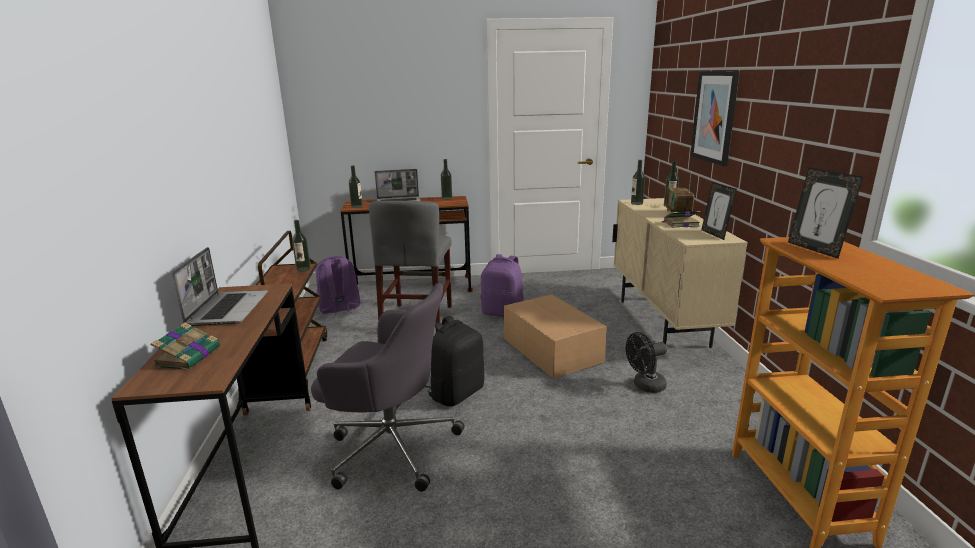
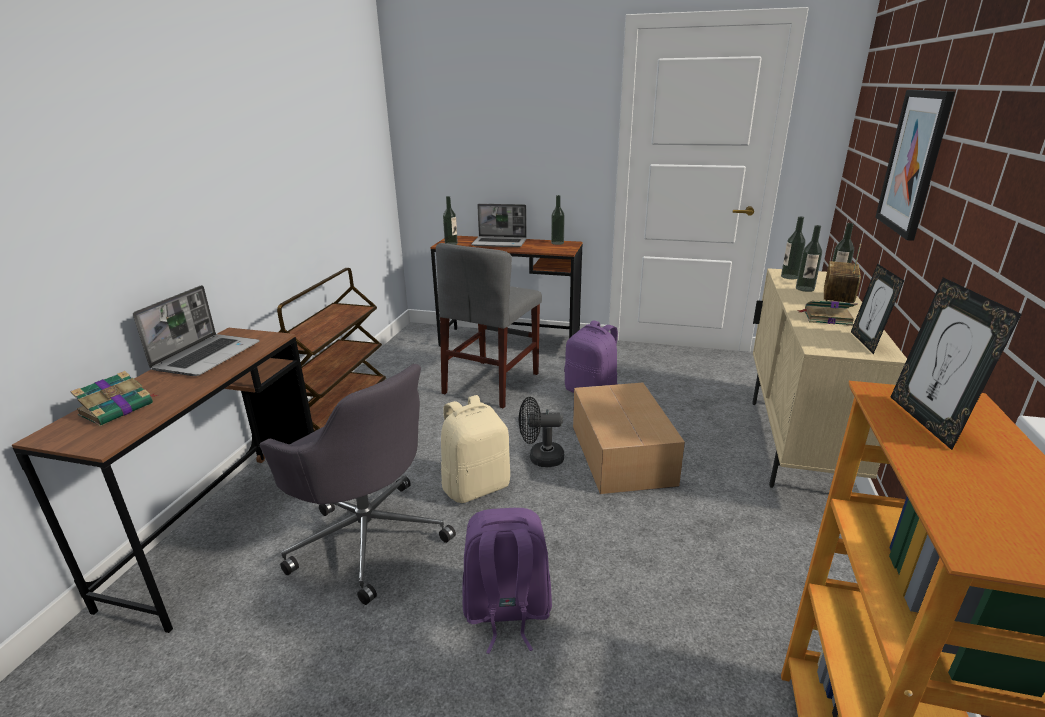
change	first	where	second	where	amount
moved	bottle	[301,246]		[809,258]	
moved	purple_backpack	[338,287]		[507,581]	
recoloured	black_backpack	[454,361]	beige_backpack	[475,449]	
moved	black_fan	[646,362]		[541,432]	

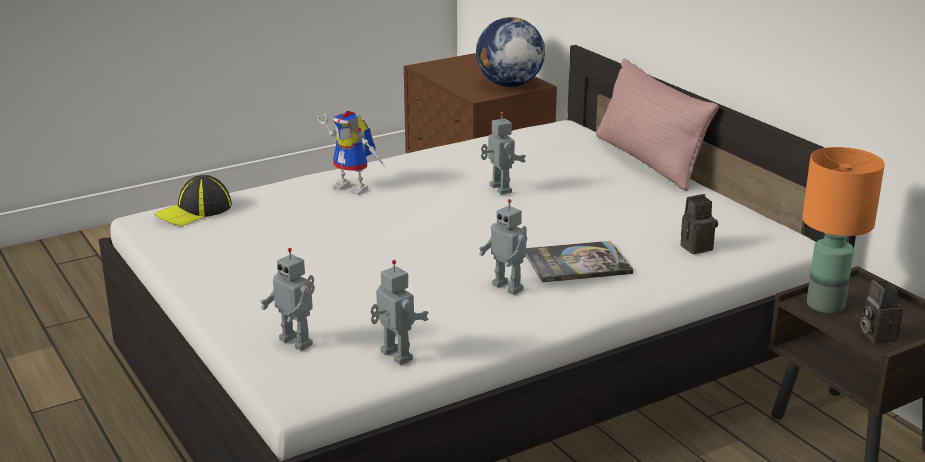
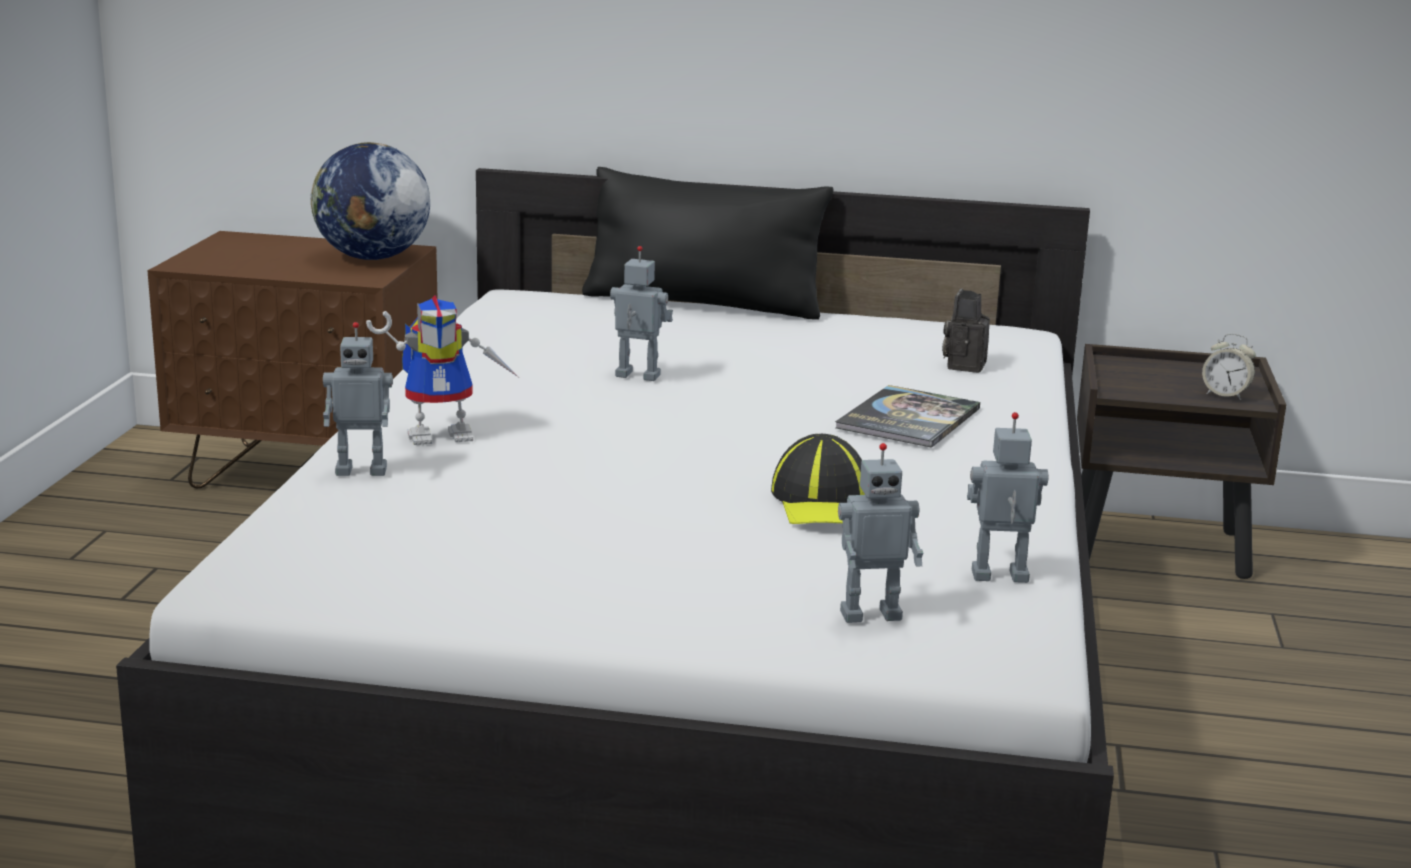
change	first	where	second	where	amount
recoloured	pink_pillow	[657,124]	black_pillow	[708,243]	
removed	orange_table_lamp	[843,230]			
moved	cap	[193,200]		[818,479]	
moved	toy_robot	[503,247]		[358,399]	
replaced	photo_camera	[882,312]	alarm_clock	[1229,367]	

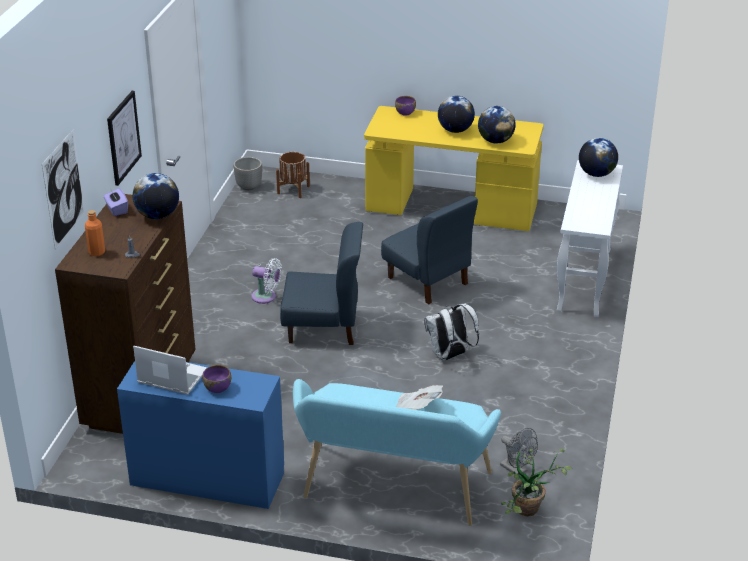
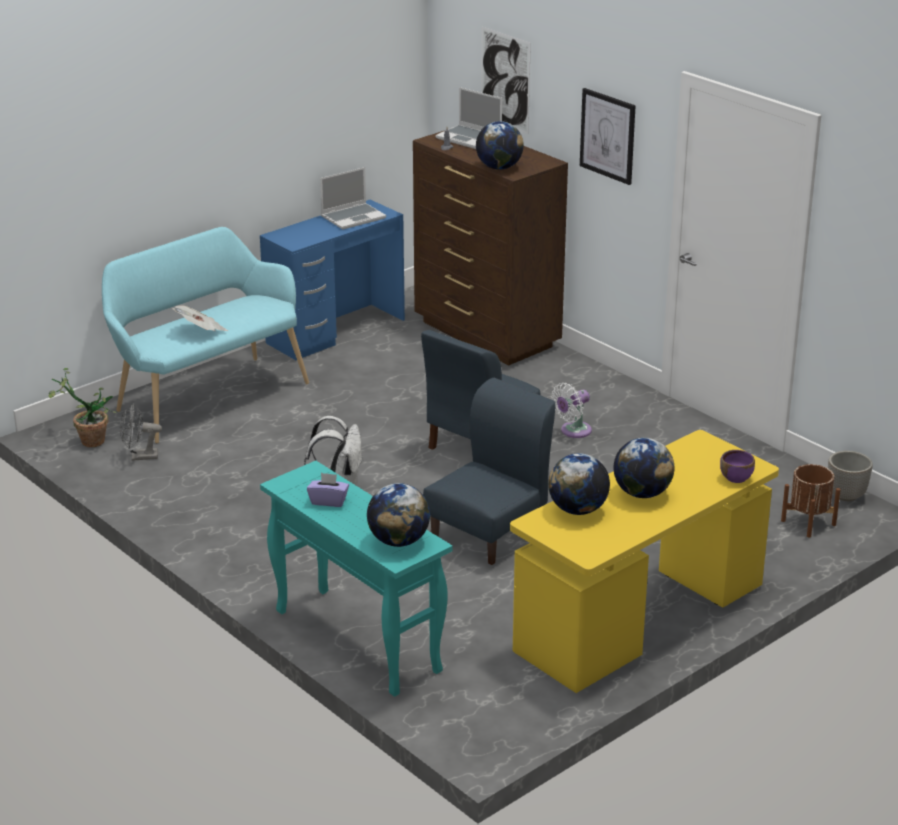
change	first	where	second	where	amount
recoloured	white_console_table	[590,238]	turquoise_console_table	[356,579]	
moved	purple_tissue_box	[116,202]		[328,490]	
turned	blue_chair	[429,250]		[489,471]	135 degrees clockwise
replaced	orange_bottle	[95,233]	laptop	[469,118]	
removed	purple_bowl	[216,379]			

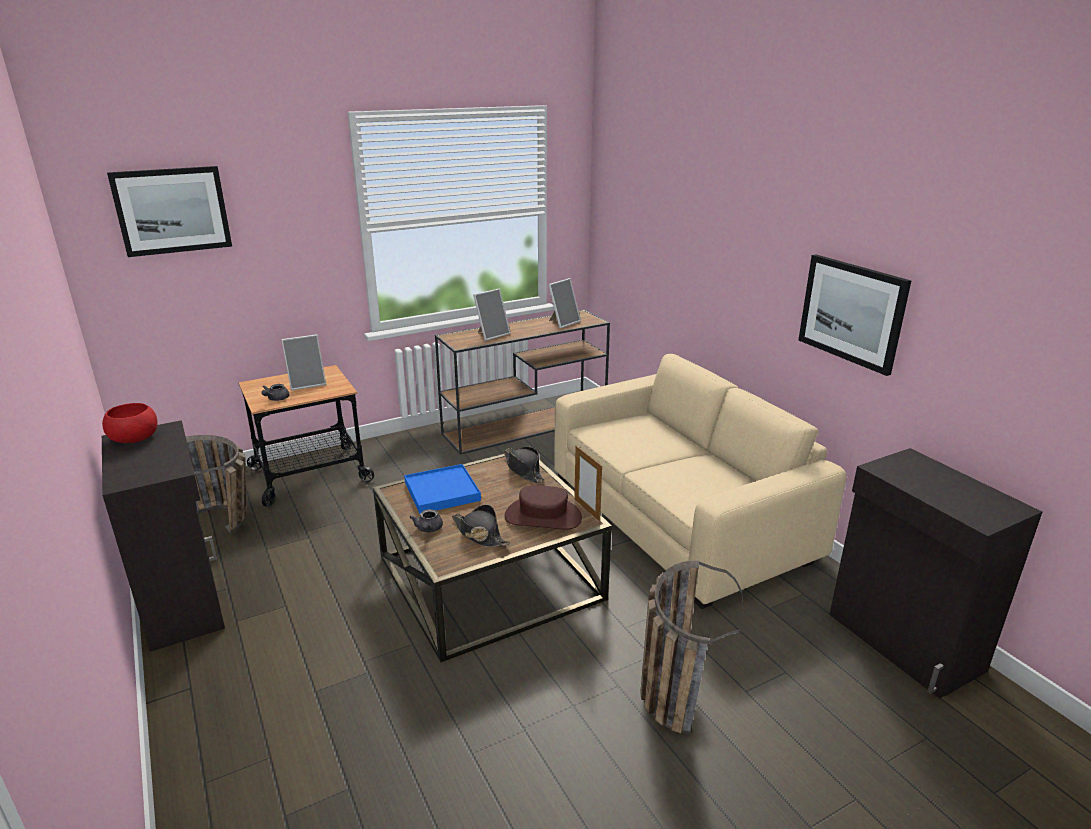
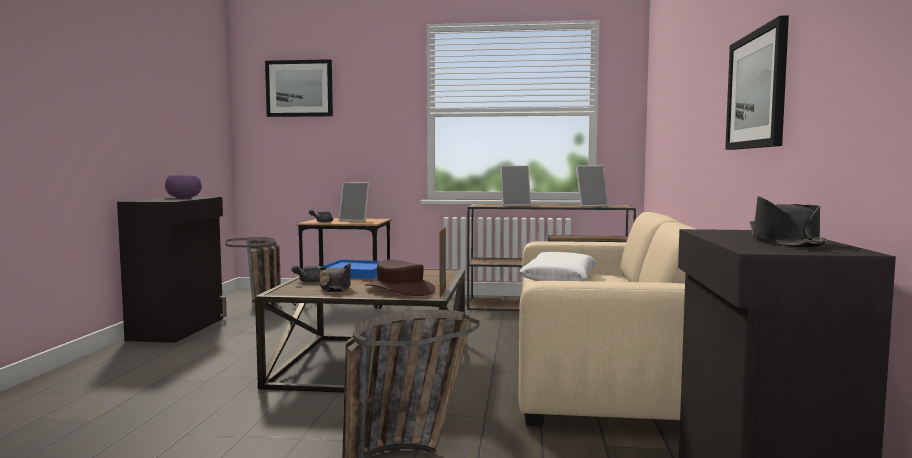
change	first	where	second	where	amount
recoloured	red_bowl	[129,423]	purple_bowl	[183,186]	
moved	black_hat	[523,464]		[788,221]	
added			white_pillow	[558,266]	

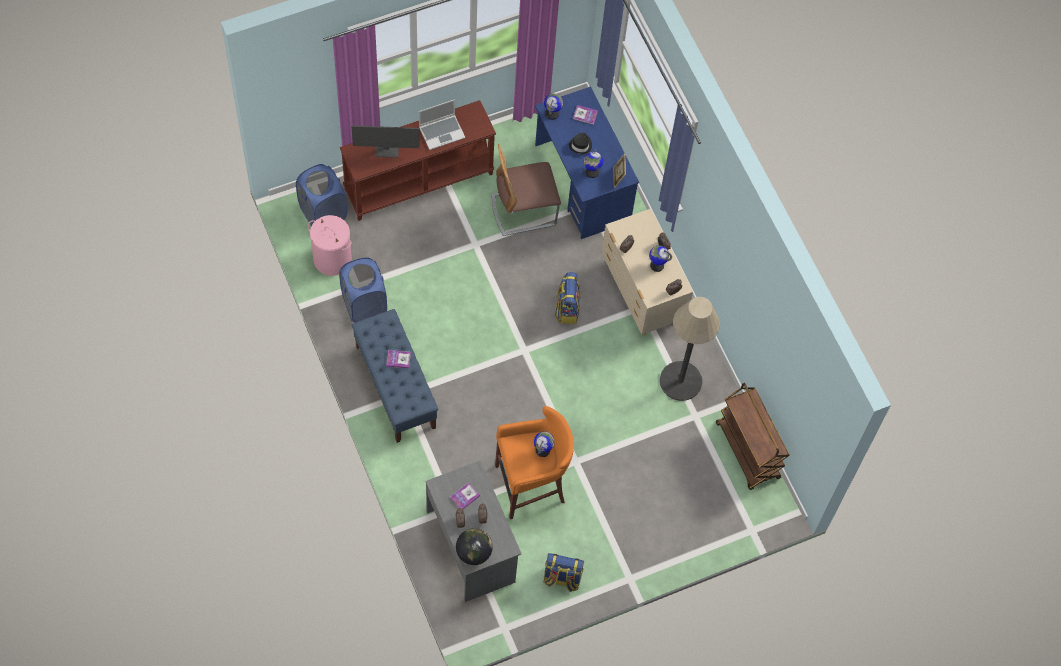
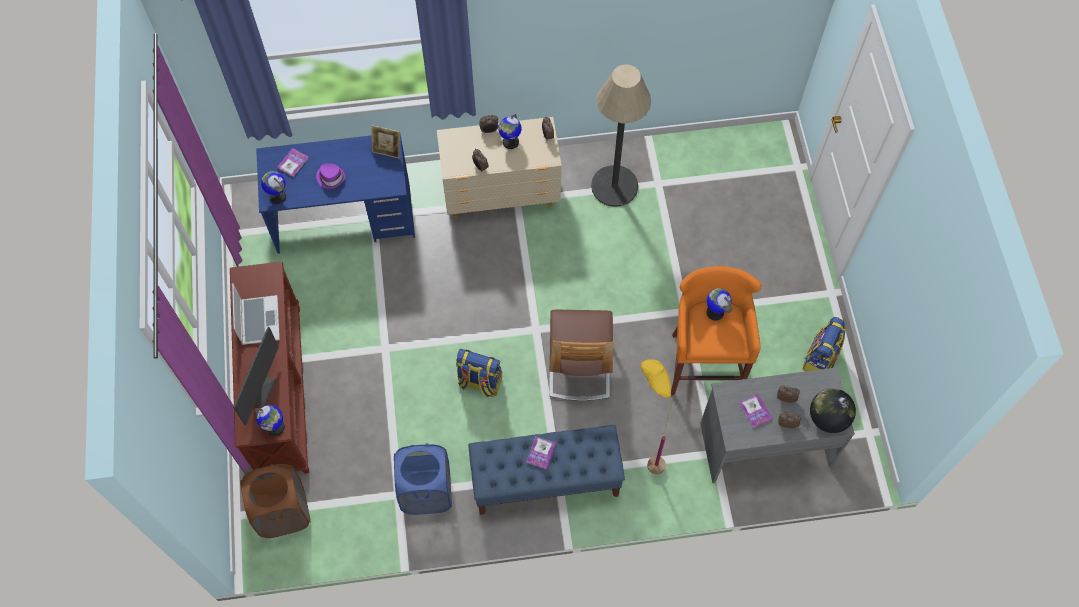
change	first	where	second	where	amount
recoloured	black_hat	[580,143]	purple_hat	[331,176]	
moved	chair	[526,190]		[581,355]	
moved	globe	[593,163]		[270,420]	
recoloured	blue_laundry_basket	[321,195]	brown_laundry_basket	[275,501]	
removed	pink_laundry_basket	[330,245]			
moved	backpack	[568,298]		[479,373]	
removed	brown_cart	[753,436]			
added			yellow_floor_lamp	[658,416]	

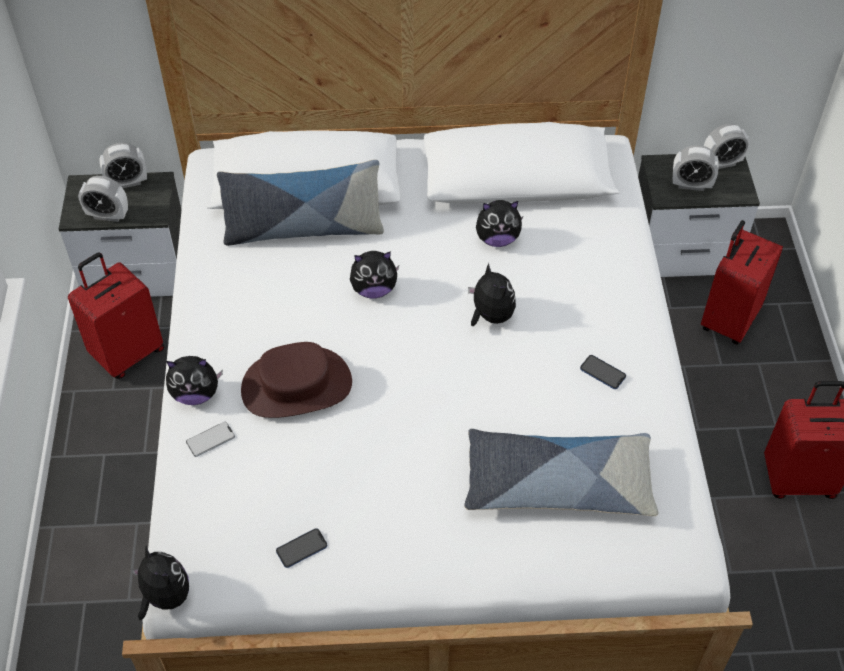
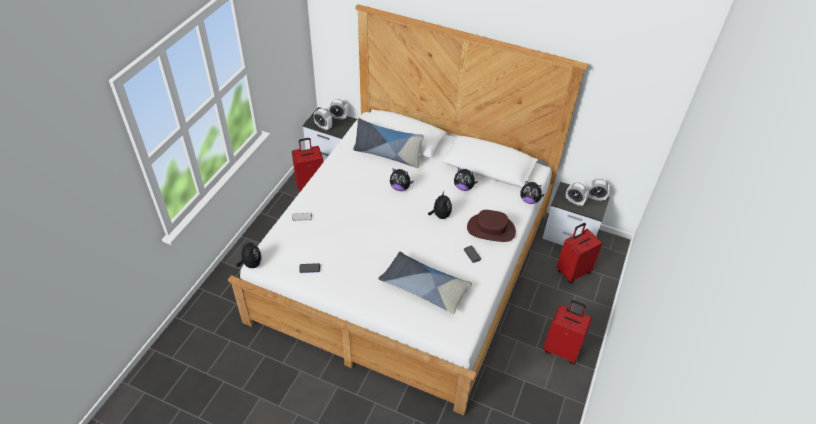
change	first	where	second	where	amount
moved	brown_hat	[296,380]		[491,226]	
moved	plush_toy	[194,380]		[532,192]	

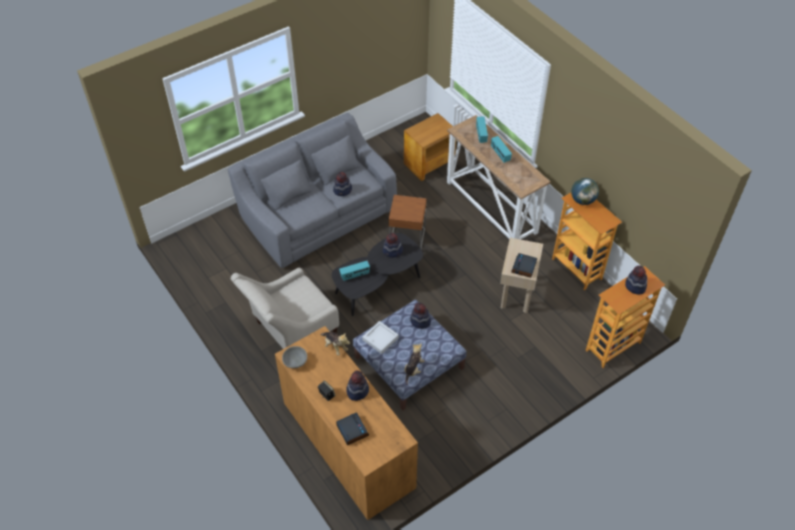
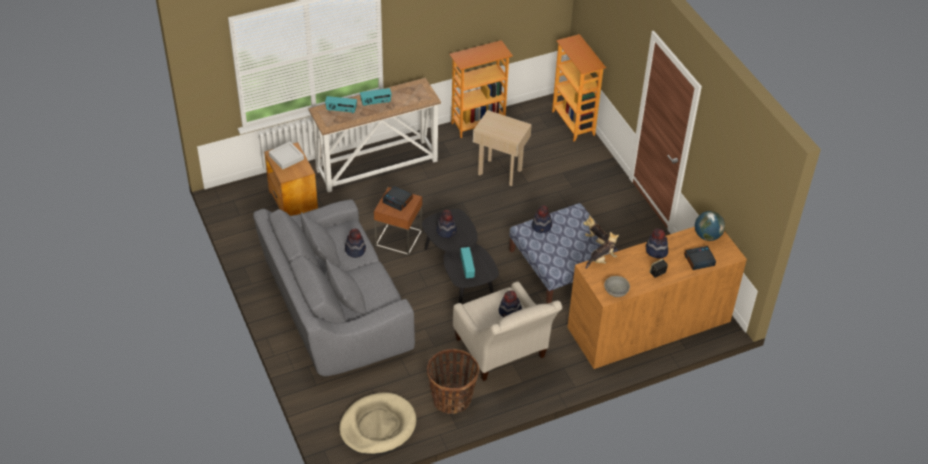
change	first	where	second	where	amount
moved	globe	[585,191]		[710,226]	
moved	alarm_clock	[524,265]		[398,198]	
moved	hat	[636,279]		[510,303]	
moved	grey_tray	[380,337]		[286,156]	
added			basket	[453,381]	
added			beige_dog_bed	[378,423]	

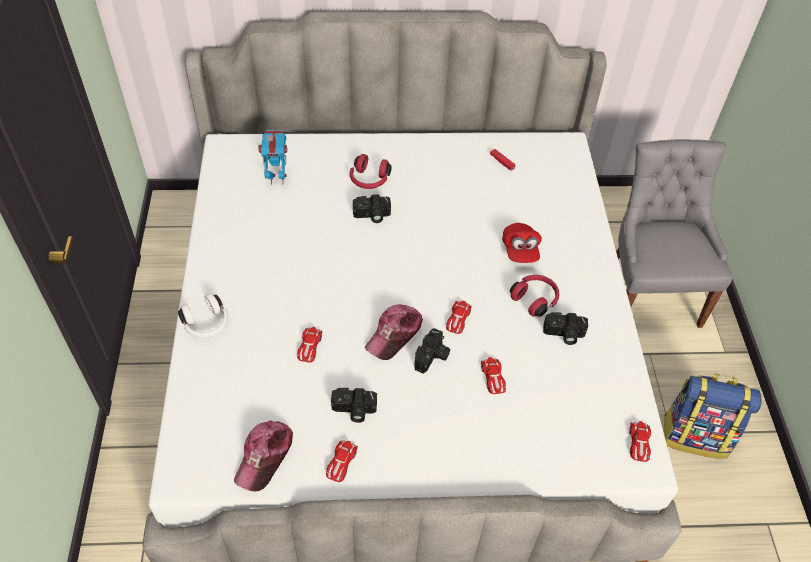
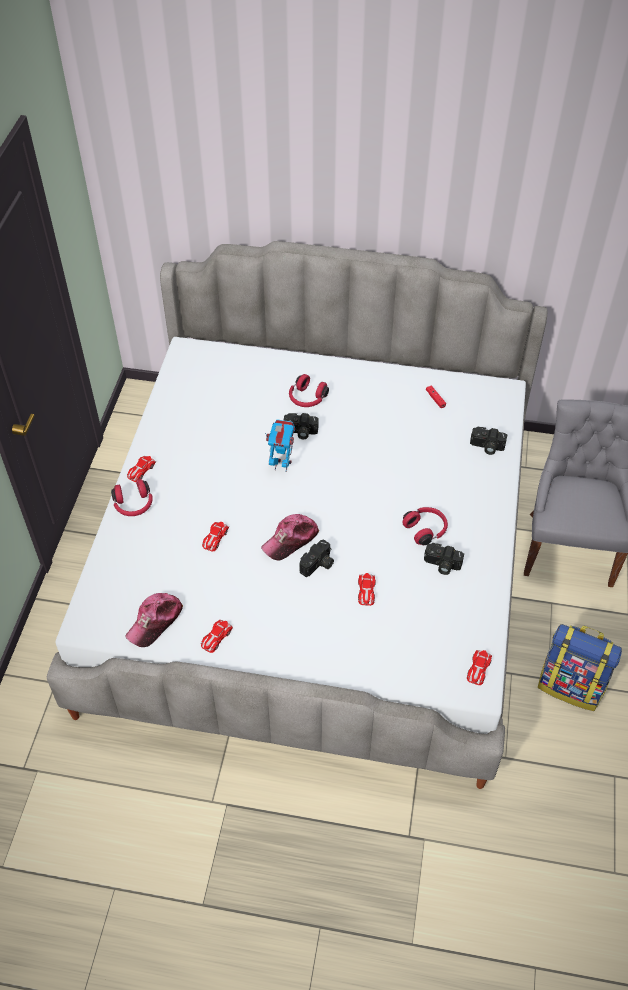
change	first	where	second	where	amount
moved	toy_robot	[272,157]		[280,445]	
removed	red_cap	[522,243]			
recoloured	white_headphones	[203,315]	red_headphones	[132,497]	
moved	toy_car	[459,317]		[141,469]	
moved	photo_camera	[354,405]		[488,441]	

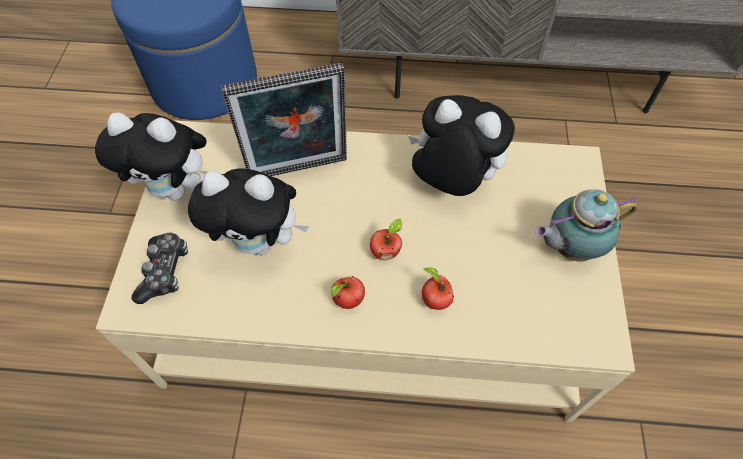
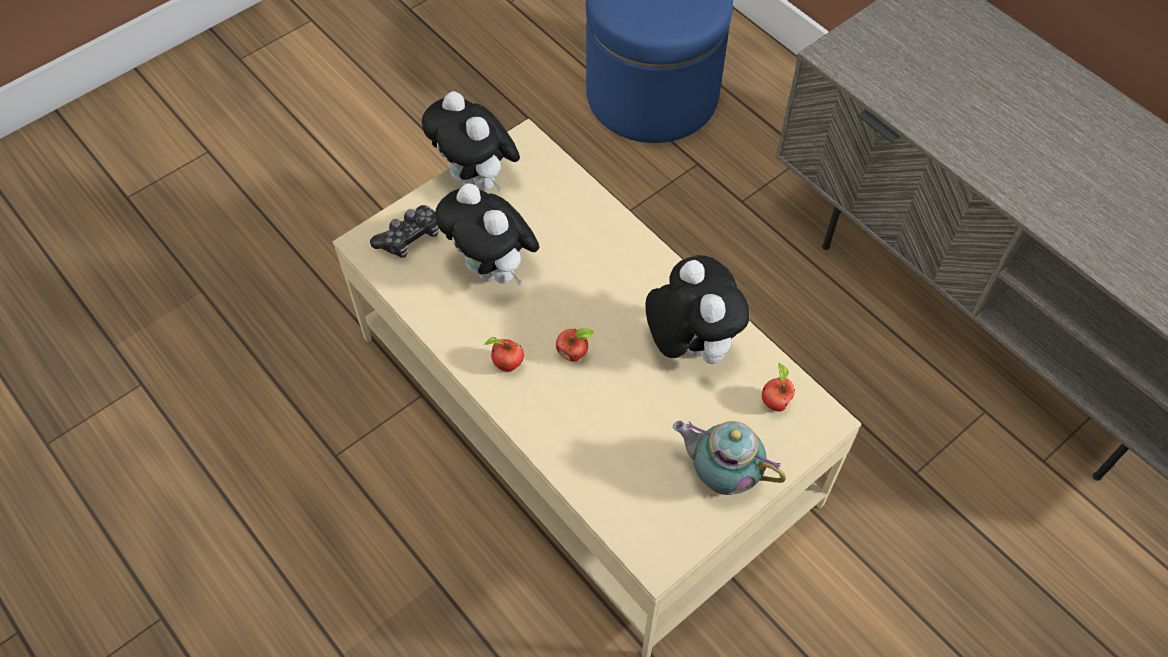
change	first	where	second	where	amount
removed	picture_frame	[284,119]			
moved	apple	[438,289]		[778,387]	

